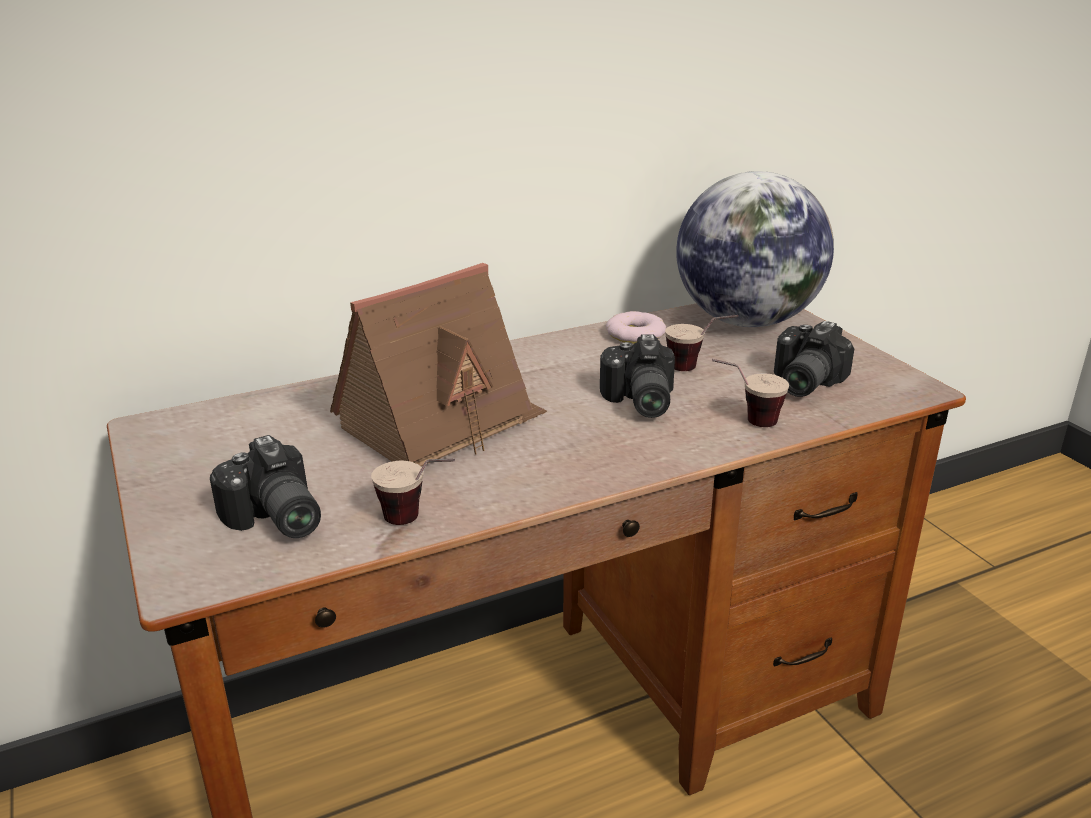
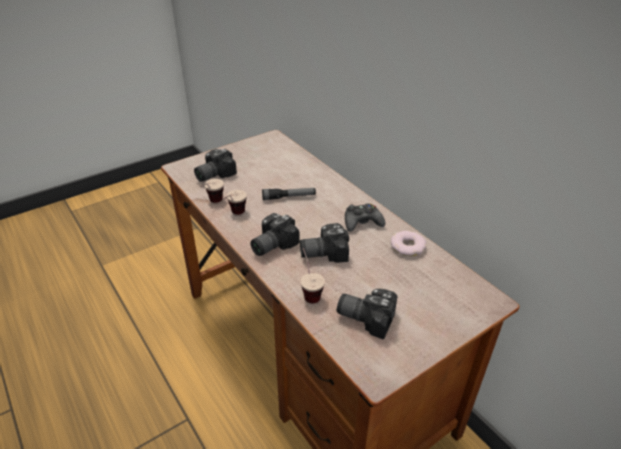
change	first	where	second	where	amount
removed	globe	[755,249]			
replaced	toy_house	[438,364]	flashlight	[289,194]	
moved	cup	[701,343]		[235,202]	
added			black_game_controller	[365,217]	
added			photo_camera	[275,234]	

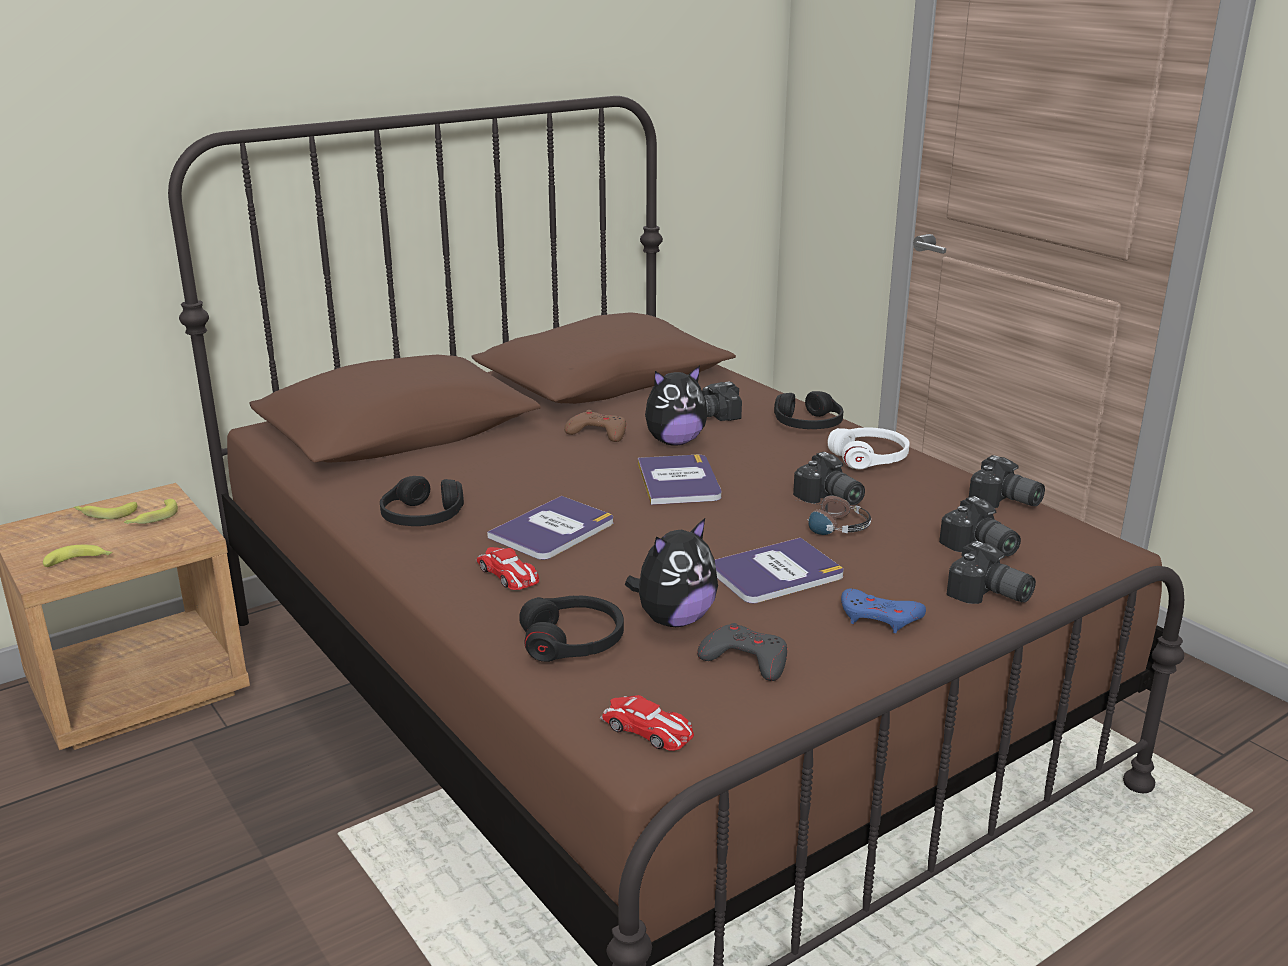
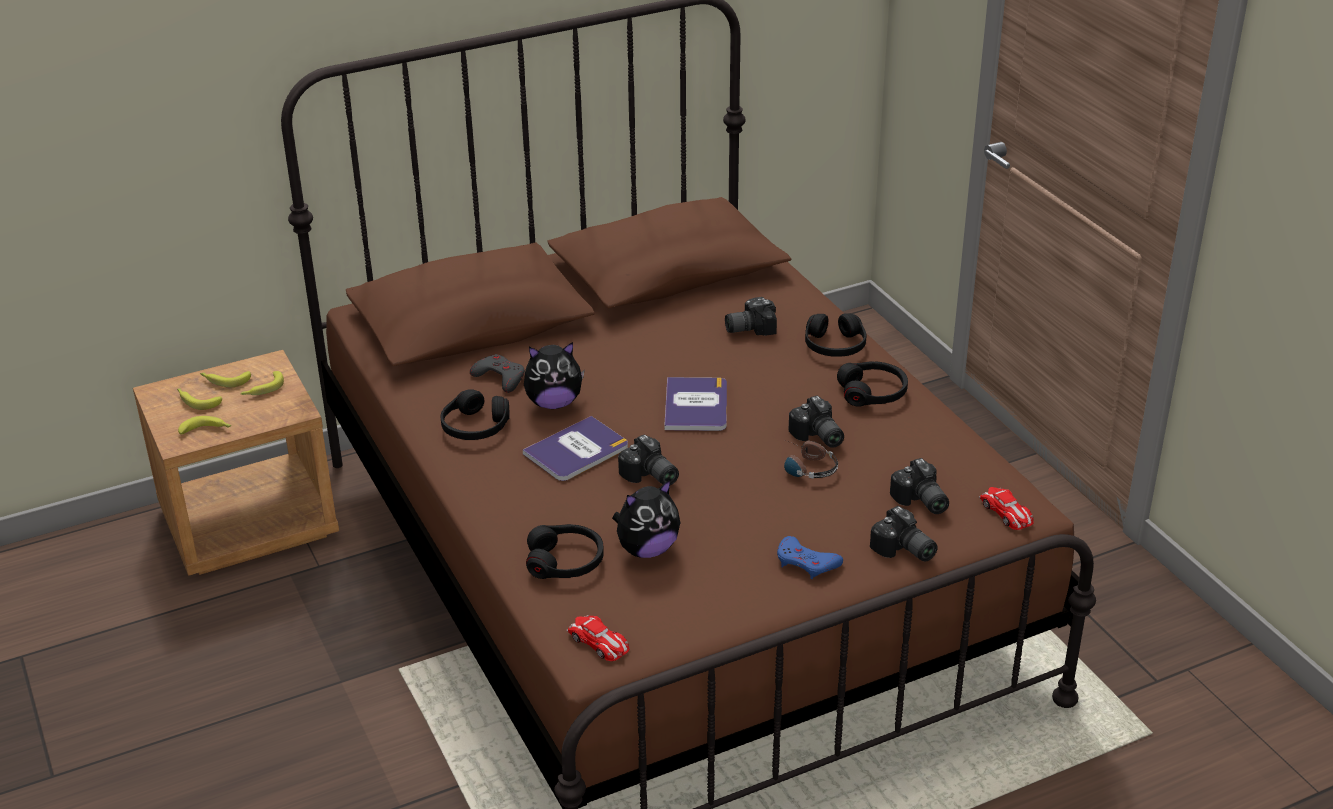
change	first	where	second	where	amount
moved	plush_toy	[676,406]		[554,375]	
removed	brown_game_controller	[595,426]			
recoloured	white_headphones	[868,448]	black_headphones	[872,384]	
moved	photo_camera	[1007,481]		[648,459]	
removed	book	[779,570]			
moved	toy_car	[507,568]		[1006,508]	
moved	grey_game_controller	[742,652]		[497,373]	
added			banana	[199,399]	

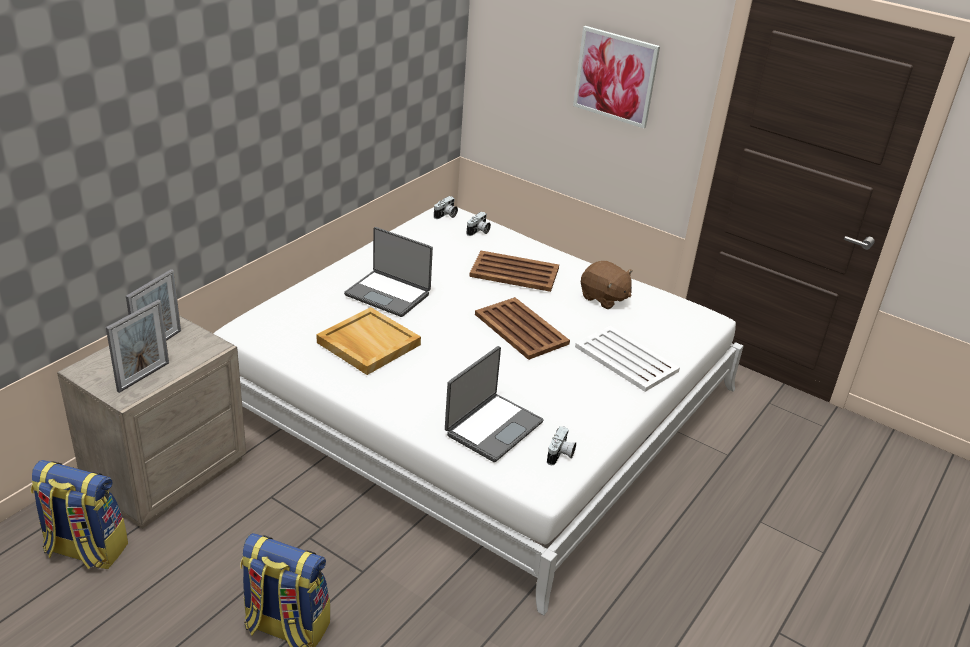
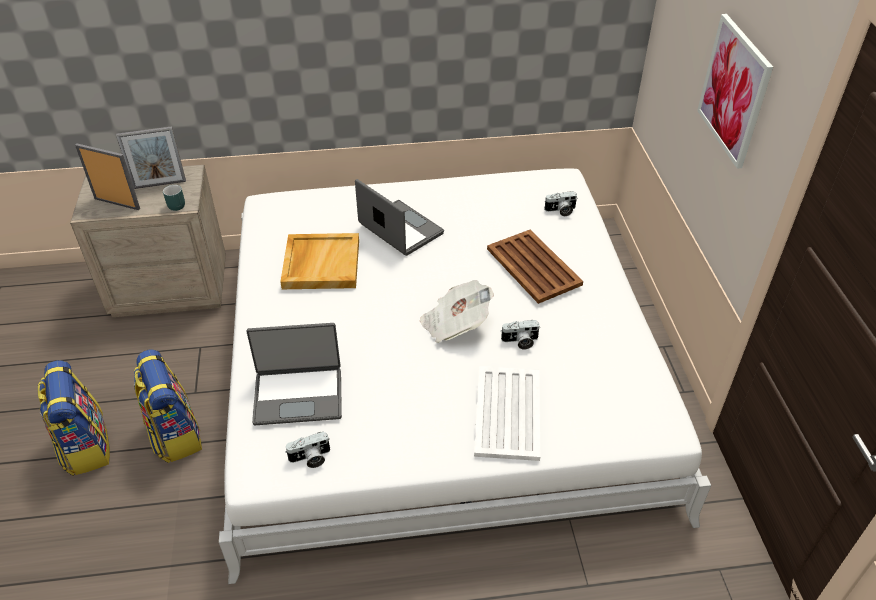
change	first	where	second	where	amount
moved	photo_camera	[446,207]		[520,335]	
turned	laptop	[388,272]		[399,217]	150 degrees clockwise
removed	brown_plush_toy	[607,285]			
replaced	brown_tray	[522,328]	newspaper	[457,311]	
turned	picture_frame	[137,346]		[107,176]	150 degrees counterclockwise
moved	backpack	[79,514]		[168,406]	
added			turquoise_mug	[174,198]	

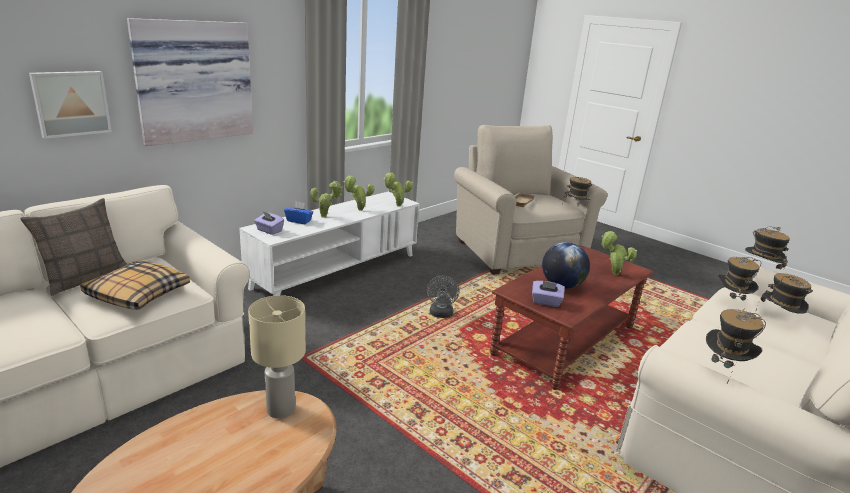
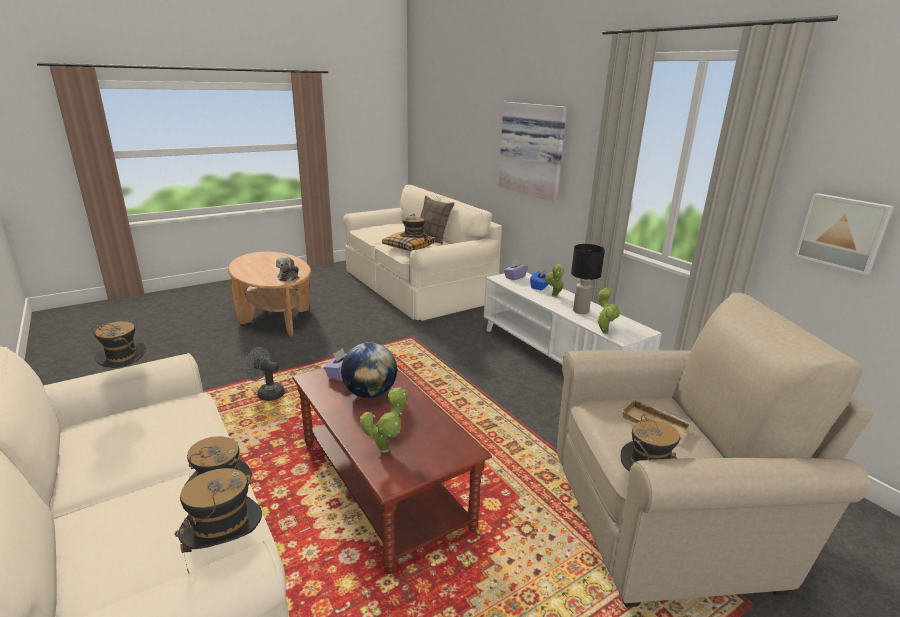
change	first	where	second	where	amount
moved	picture	[70,105]		[844,234]	
replaced	potted_plant	[359,193]	black_table_lamp	[588,279]	
moved	hat	[784,293]		[414,228]	
moved	grey_fan	[443,297]		[264,374]	
replaced	beige_table_lamp	[277,357]	plush_toy	[287,268]	

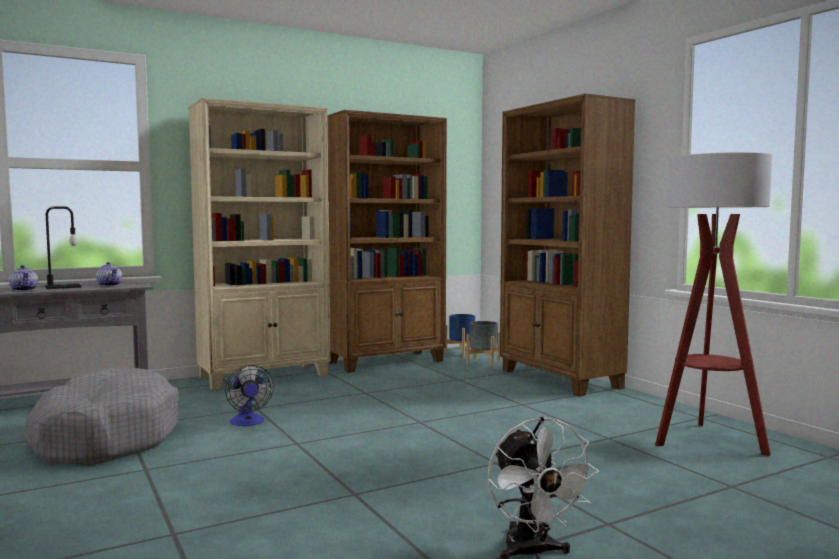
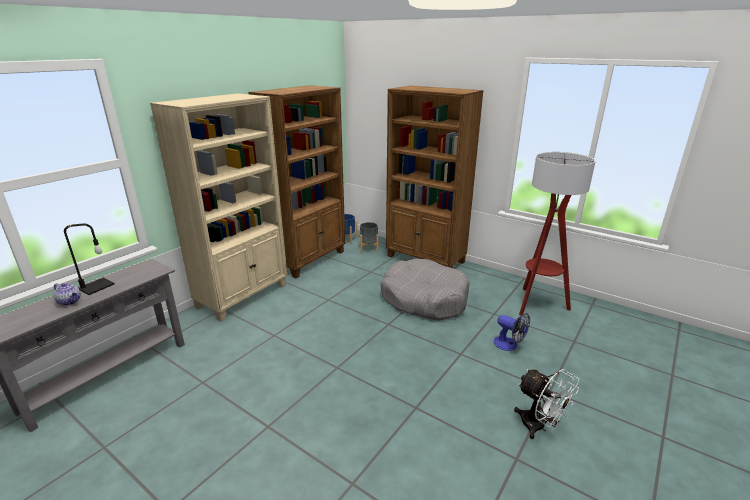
change	first	where	second	where	amount
removed	teapot	[109,274]			
moved	fan	[249,395]		[511,332]	
moved	grey_dog_bed	[101,416]		[425,290]	

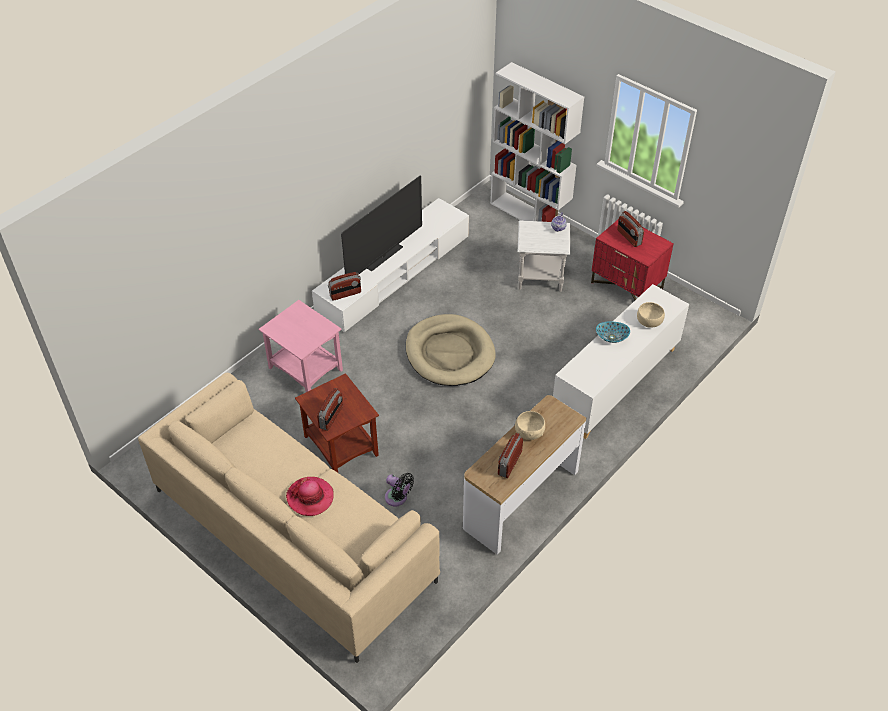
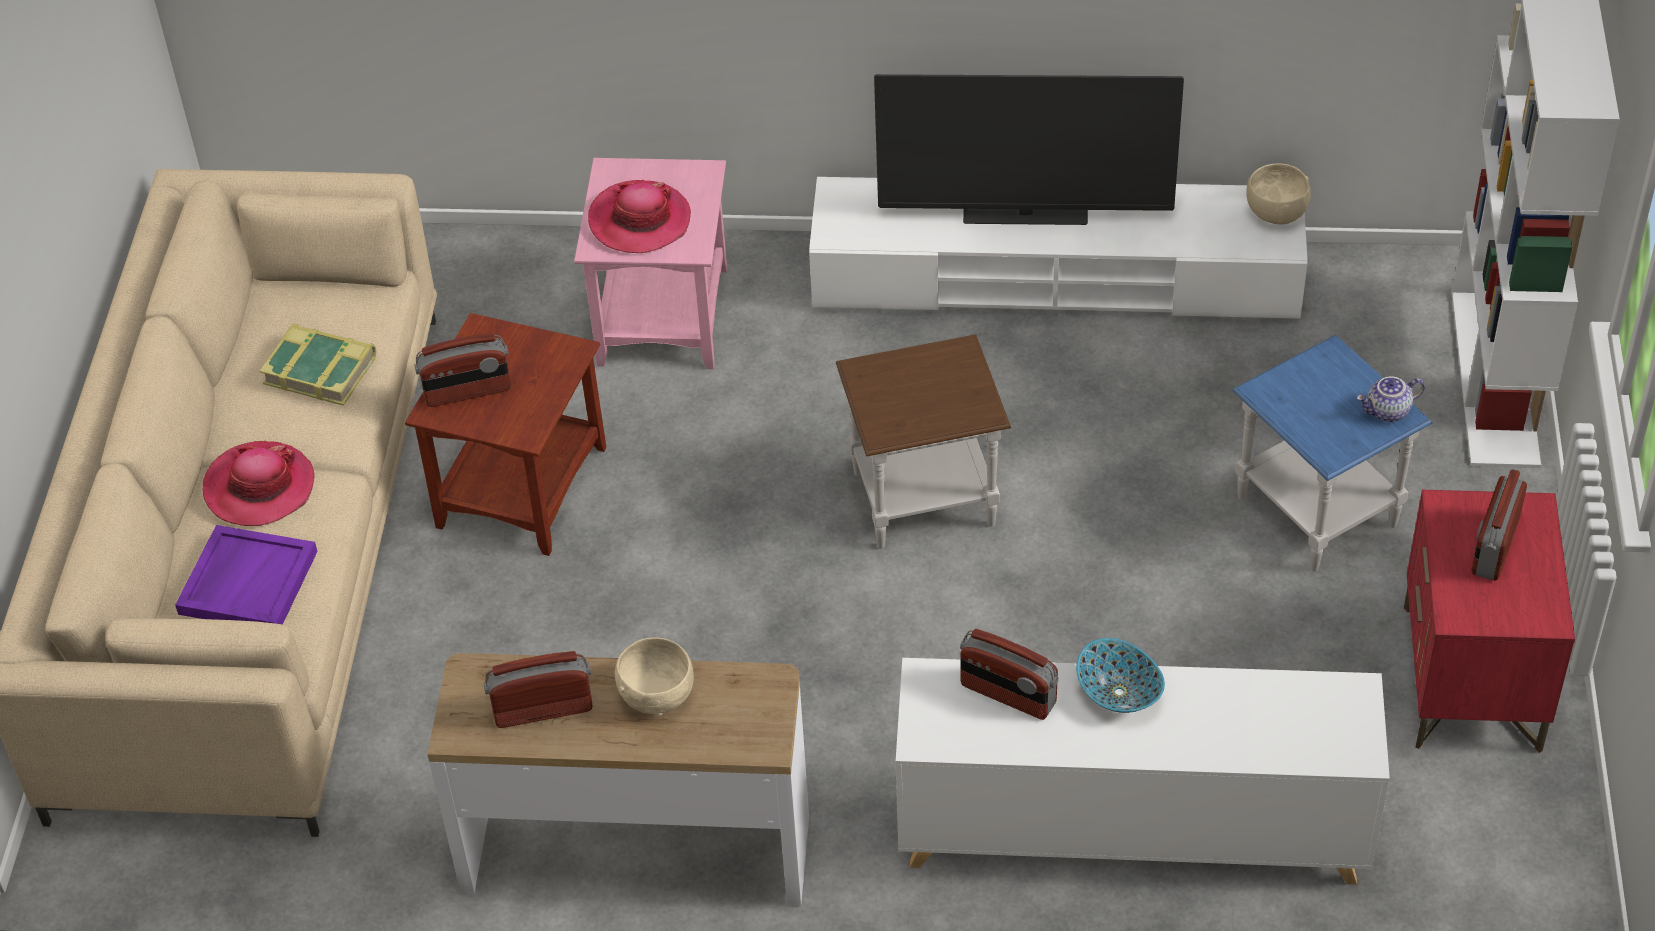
change	first	where	second	where	amount
recoloured	white_side_table	[544,256]	blue_side_table	[1332,453]	
moved	radio	[344,286]		[1009,674]	
moved	beige_bowl	[651,315]		[1278,194]	
replaced	beige_dog_bed	[451,350]	brown_side_table	[923,441]	
removed	black_fan	[399,489]			
added			hat	[639,216]	
added			book	[318,365]	
added			purple_tray	[246,575]	

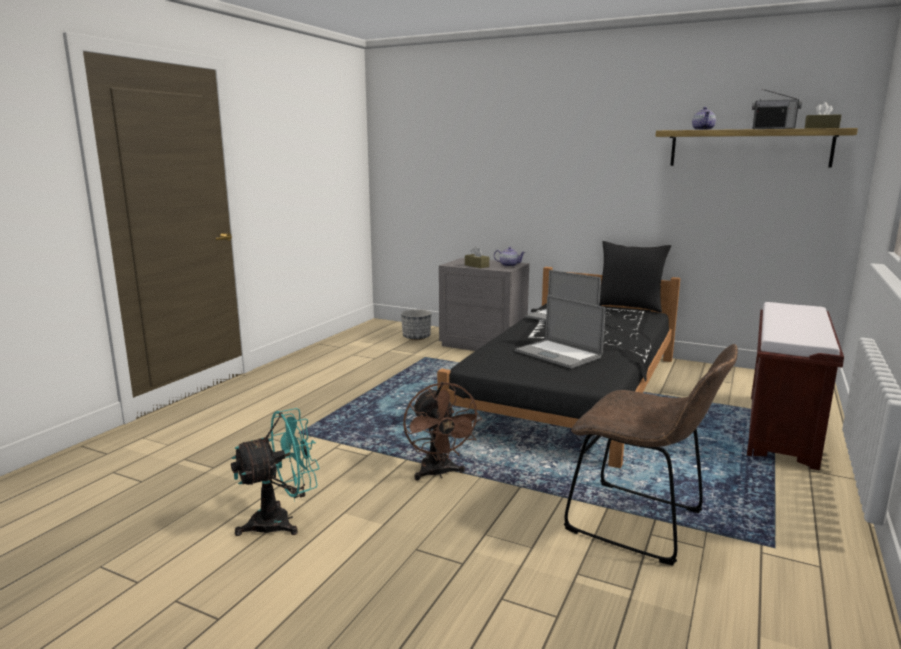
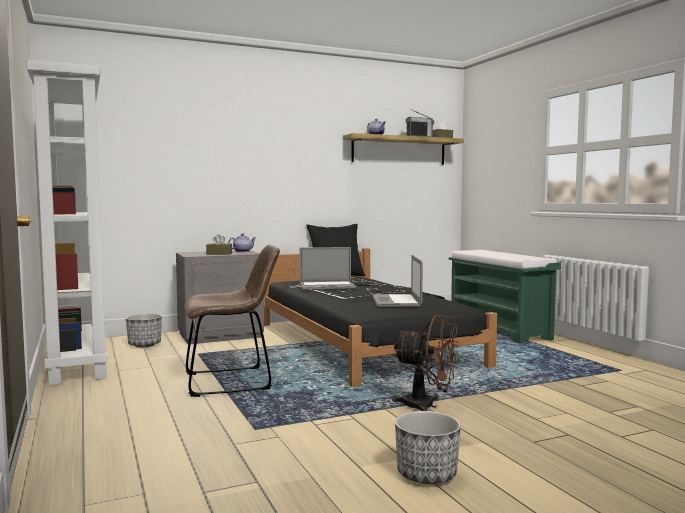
change	first	where	second	where	amount
turned	laptop	[560,331]		[397,281]	90 degrees clockwise
recoloured	brown_bench	[795,386]	green_bench	[504,297]	
moved	brown_chair	[651,454]		[232,321]	
replaced	turquoise_fan	[275,472]	planter	[428,447]	
added			white_bookcase	[67,222]	

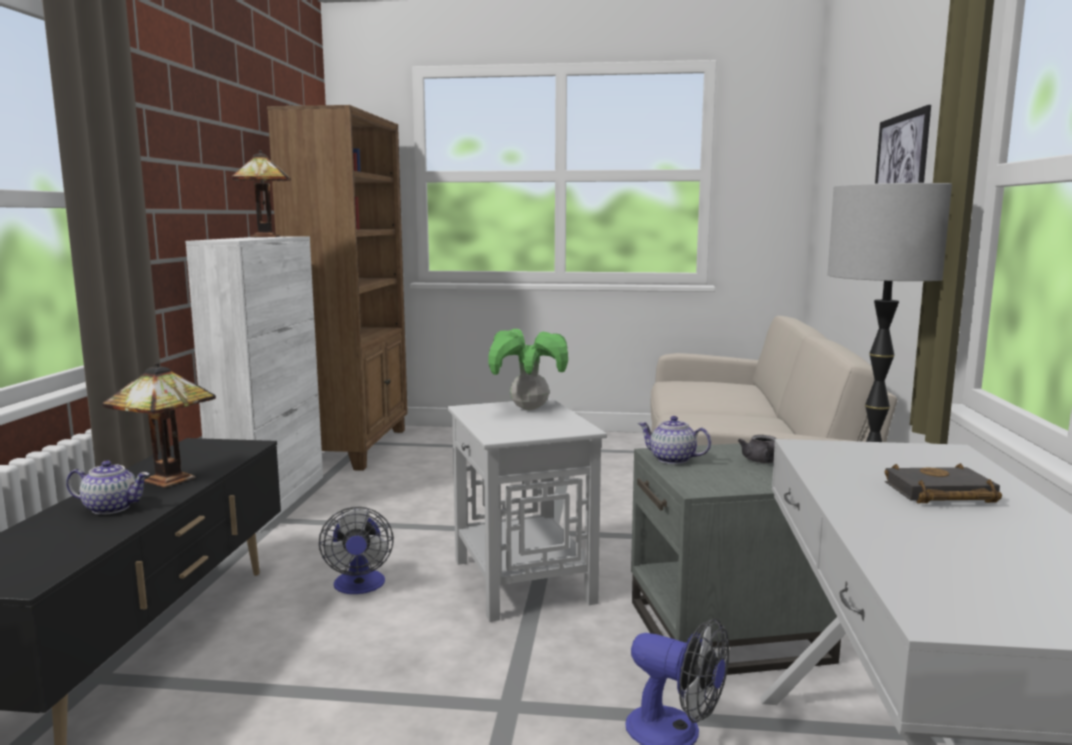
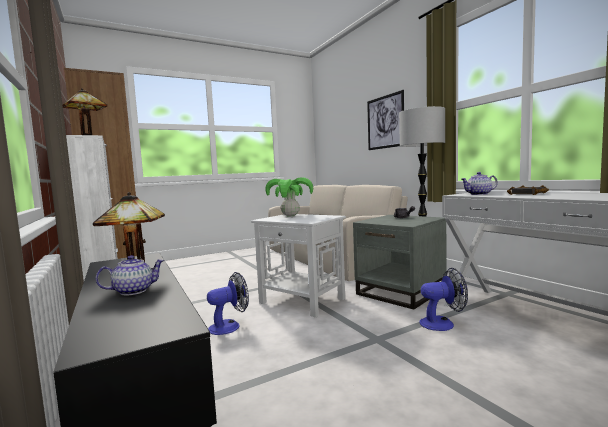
change	first	where	second	where	amount
moved	teapot	[674,440]		[480,183]	
turned	fan	[356,550]		[228,303]	75 degrees counterclockwise

